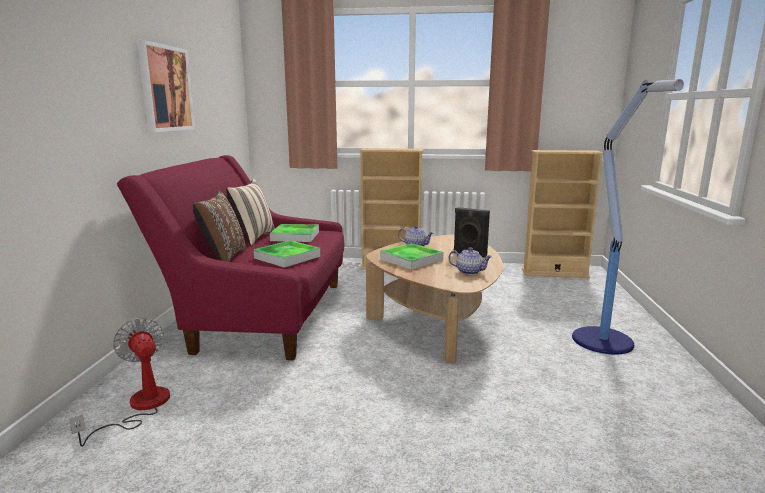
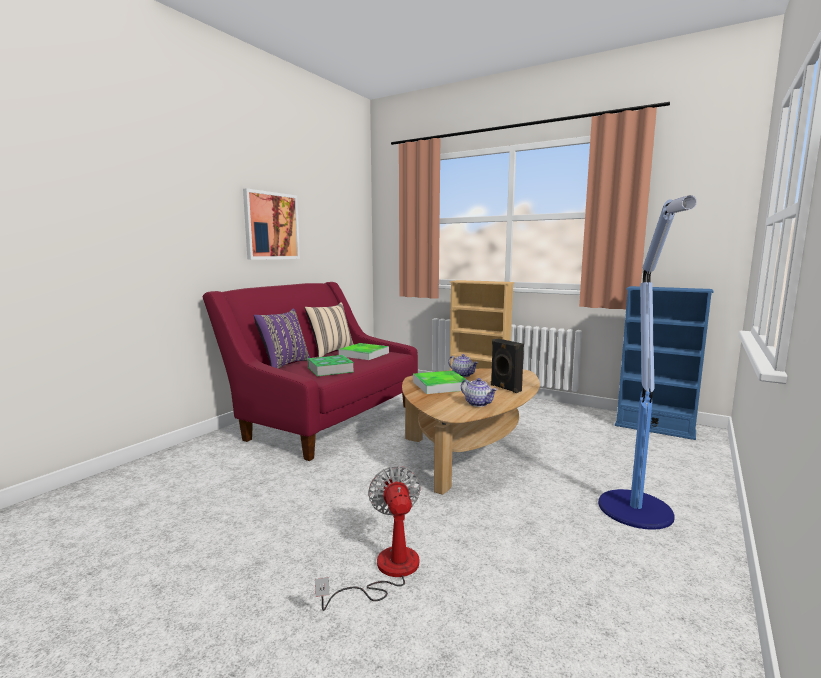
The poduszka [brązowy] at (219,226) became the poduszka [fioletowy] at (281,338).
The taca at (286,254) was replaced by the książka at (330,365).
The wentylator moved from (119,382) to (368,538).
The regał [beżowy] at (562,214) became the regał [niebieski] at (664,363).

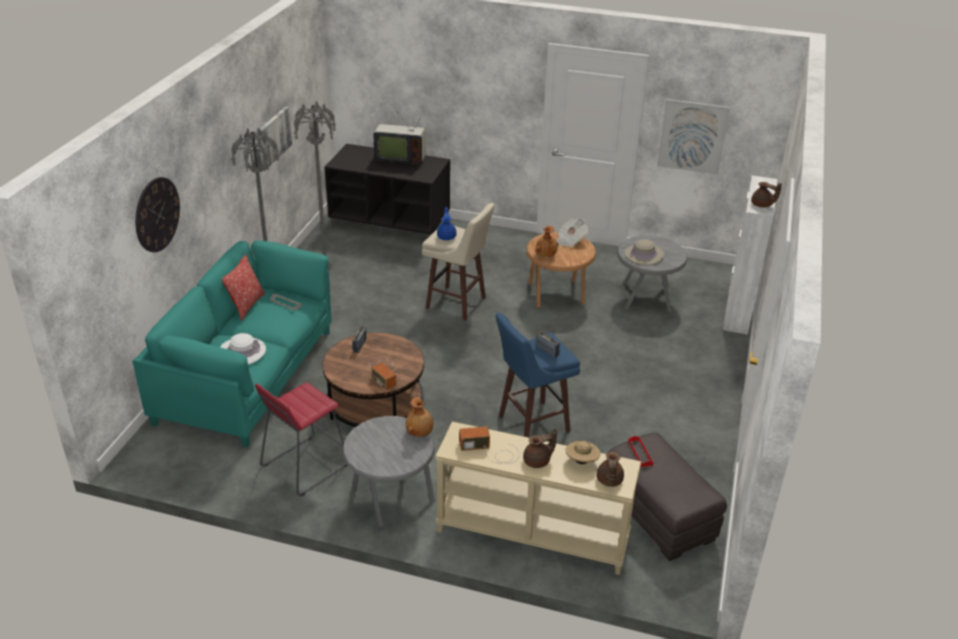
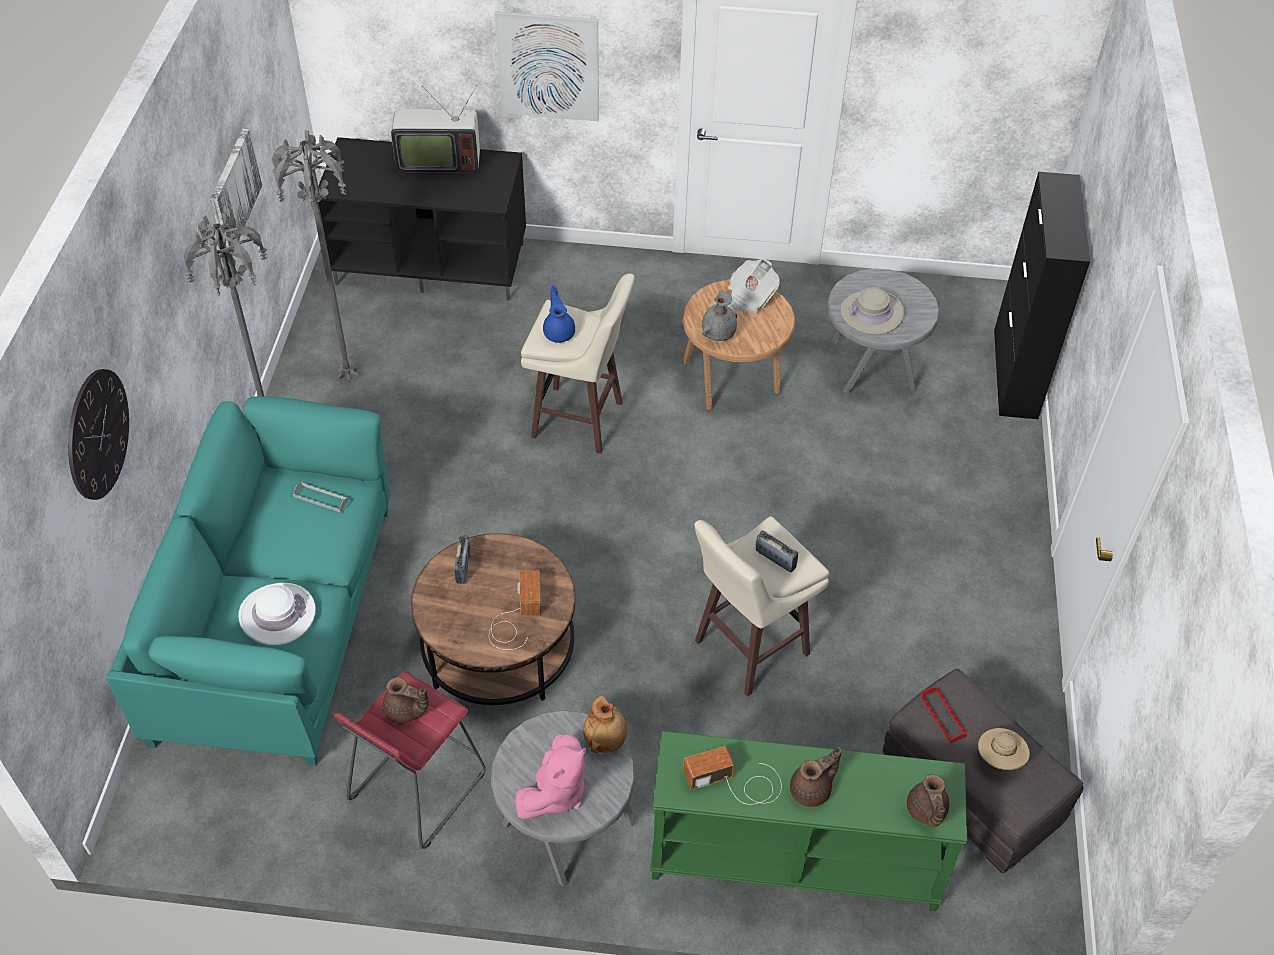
The imbryk [brązowy] moved from (766,195) to (406,700).
The radio at (382,374) turned 135 degrees counterclockwise.
The obraz moved from (693,137) to (547,66).
The pluszak [różowy] at (550,776) appeared.
The stolik konsolowy [beżowy] at (538,498) became the stolik konsolowy [zielony] at (808,821).
The stołek [niebieski] at (538,375) became the stołek [beżowy] at (761,606).
The wazon [brązowy] at (547,241) became the wazon [szary] at (719,316).
The kapelusz [beżowy] moved from (583,452) to (1004,749).
The szafka [biały] at (750,255) became the szafka [czarny] at (1042,295).
The poduszka at (243,287) disappeared.

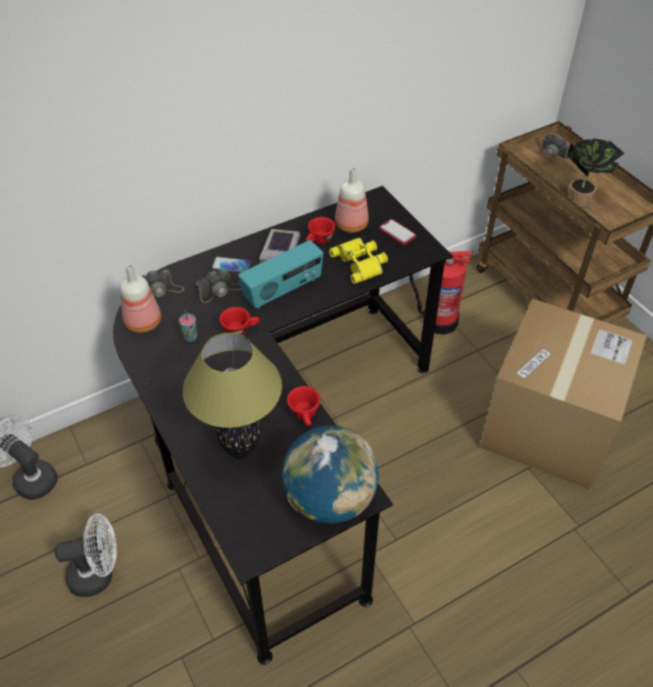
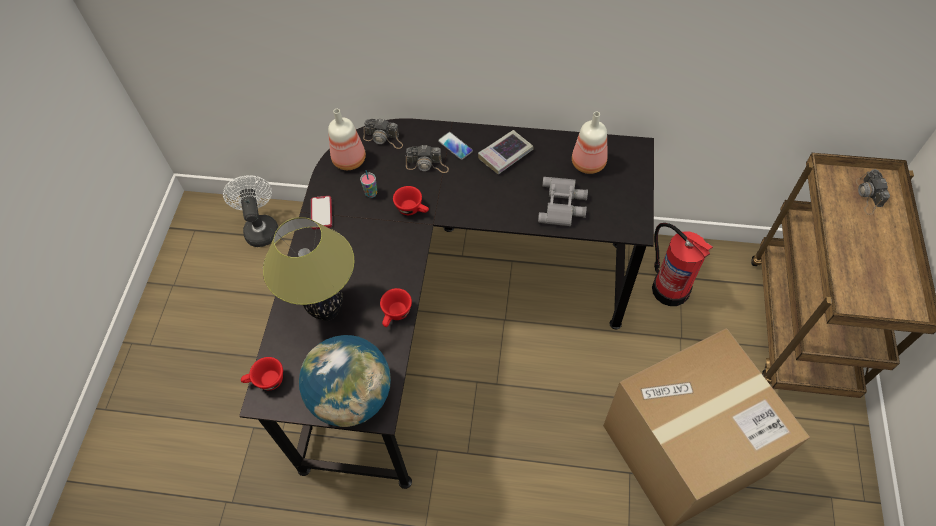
The filiżanka [czerwony] moved from (320,230) to (262,373).
The telefon moved from (397,232) to (321,212).
The lornetka [żółty] at (358,260) became the lornetka [szary] at (563,201).
The wentylator [biały] at (86,555) disappeared.
The radio at (280,274) disappeared.
The roślina doniczkowa at (596,172) disappeared.

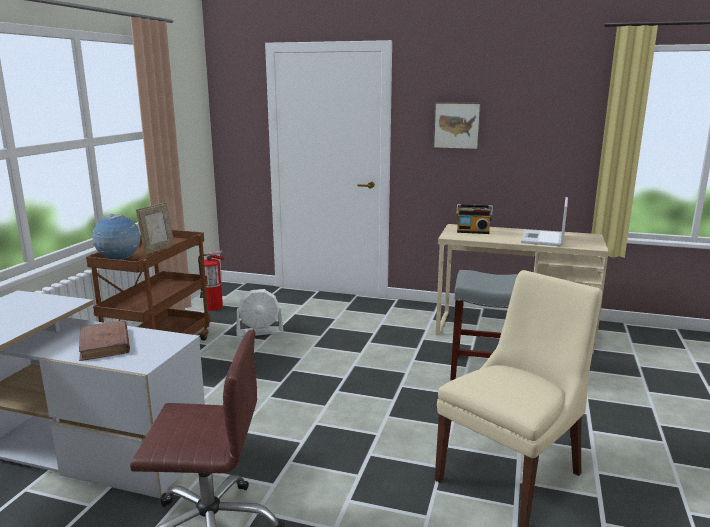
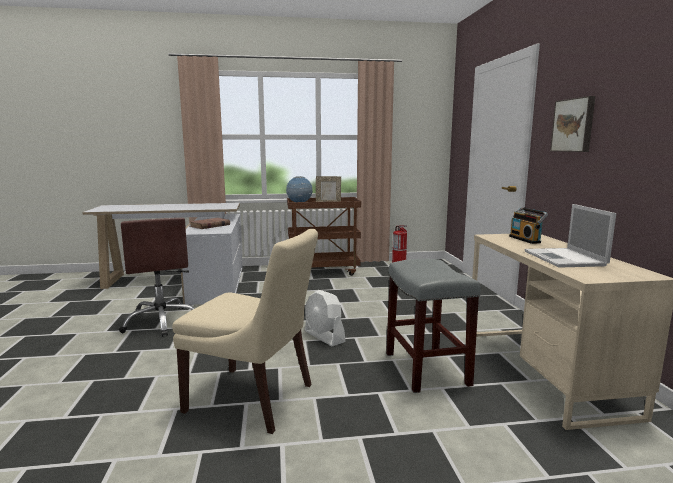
The wentylator [biały] moved from (260,313) to (325,318).
The laptop at (544,221) turned 90 degrees counterclockwise.

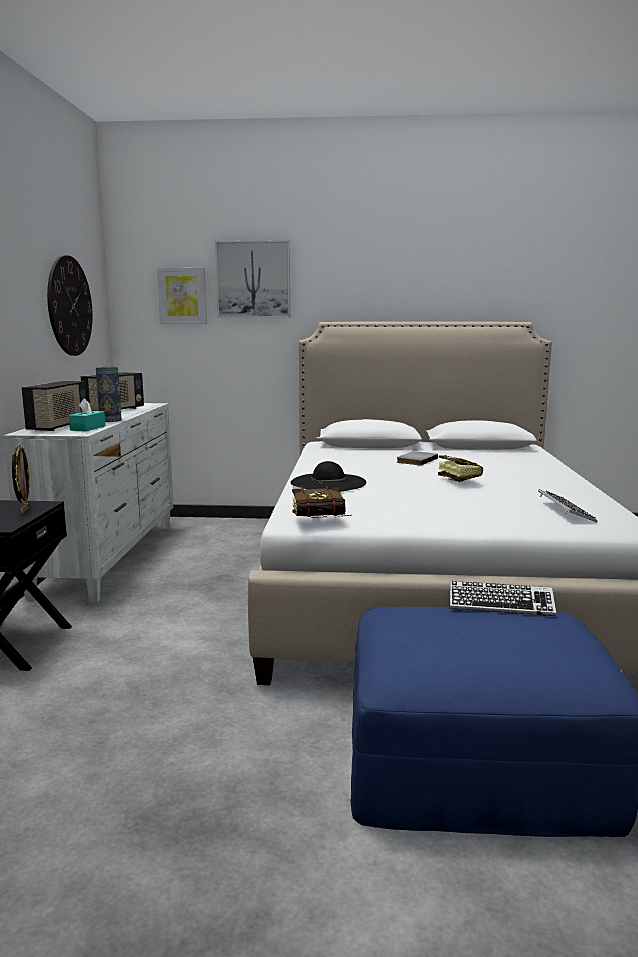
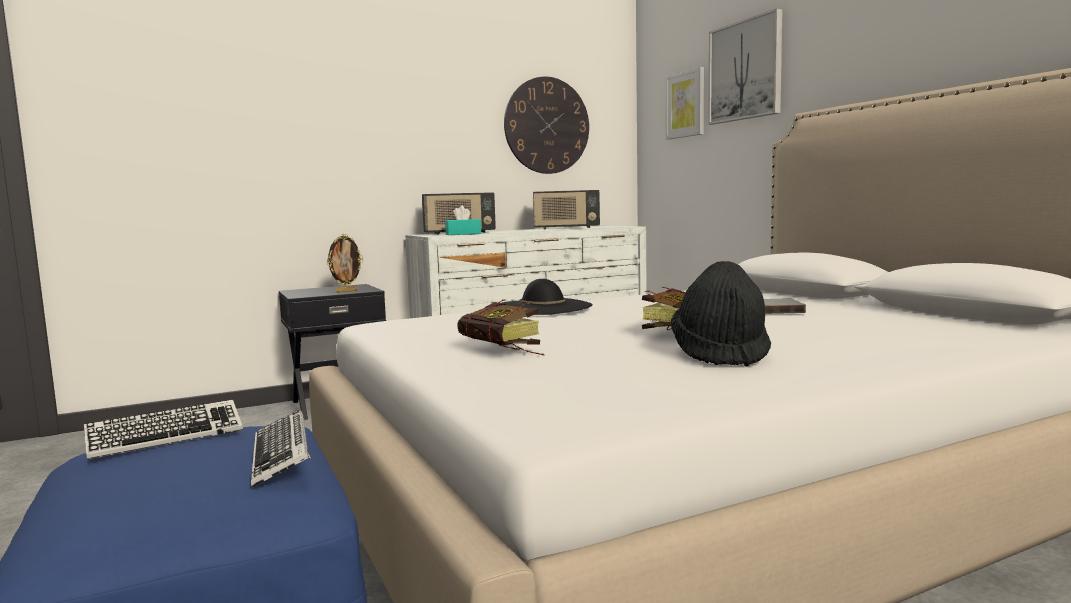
The klawiatura moved from (567,506) to (163,429).
The książka moved from (322,501) to (501,327).
The kapelusz [czarny] at (721,313) appeared.
The wazon at (108,394) disappeared.

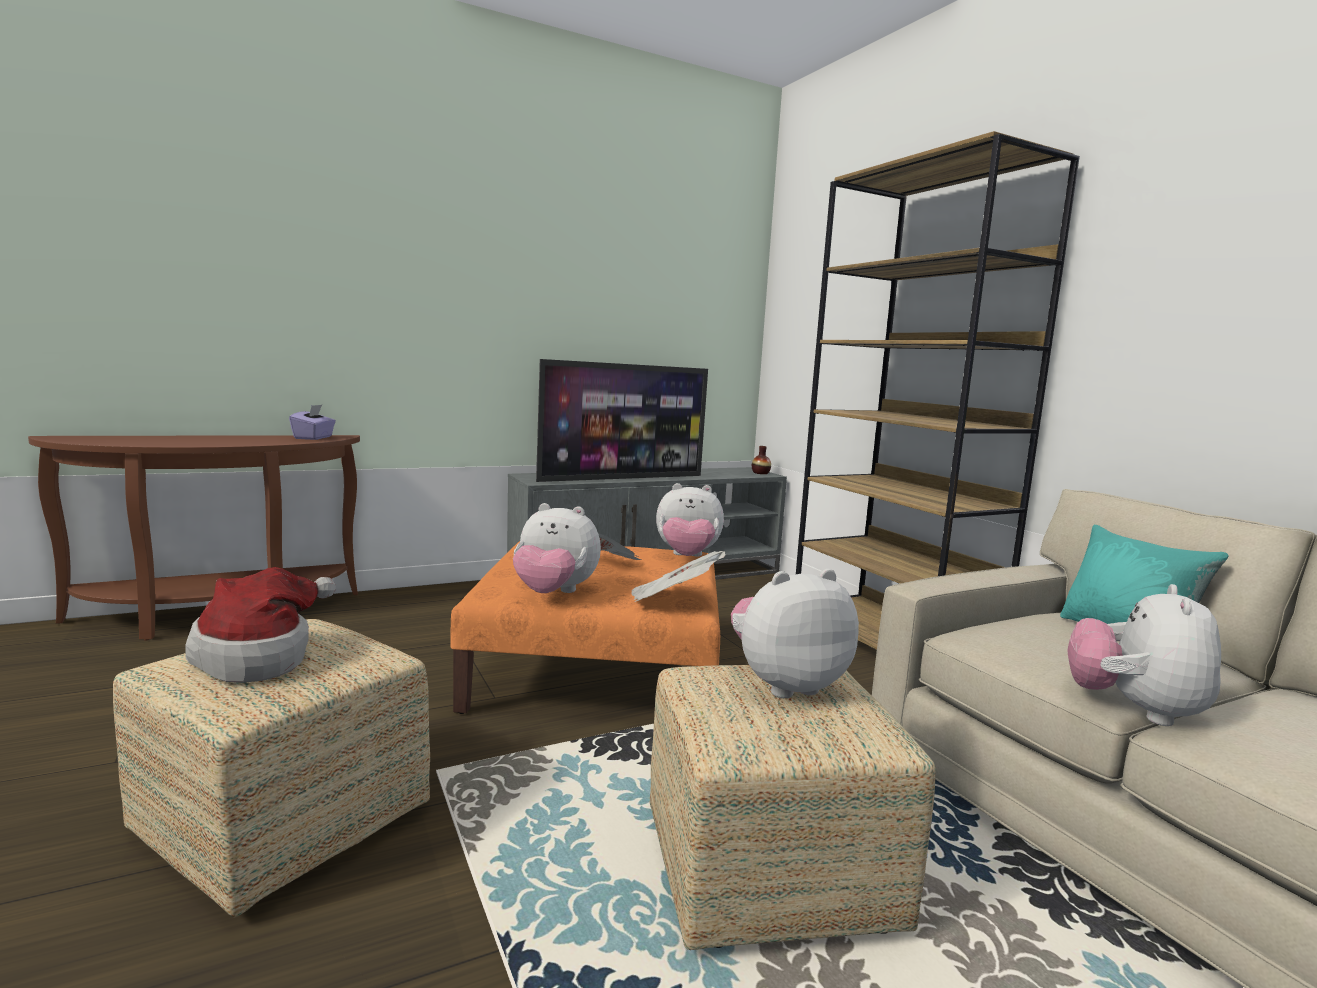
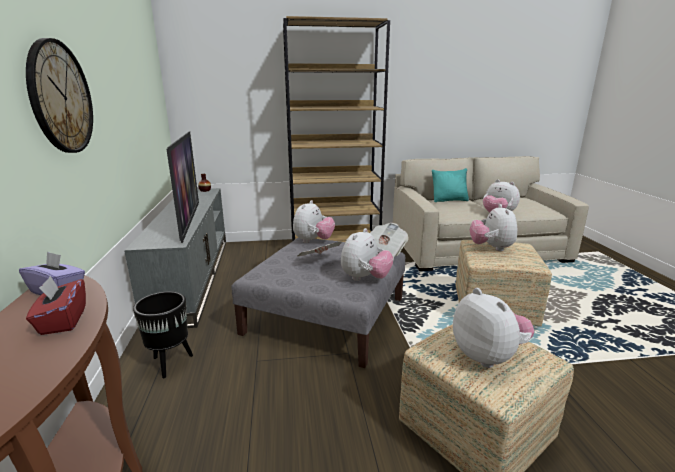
The zegar ścienny at (59,95) appeared.
The pudełko chusteczek [czerwony] at (56,305) appeared.
The donica [czarny] at (163,334) appeared.
The pufa [pomarańczowy] at (585,627) became the pufa [szary] at (318,302).
The kapelusz at (260,625) was replaced by the pluszak at (493,328).

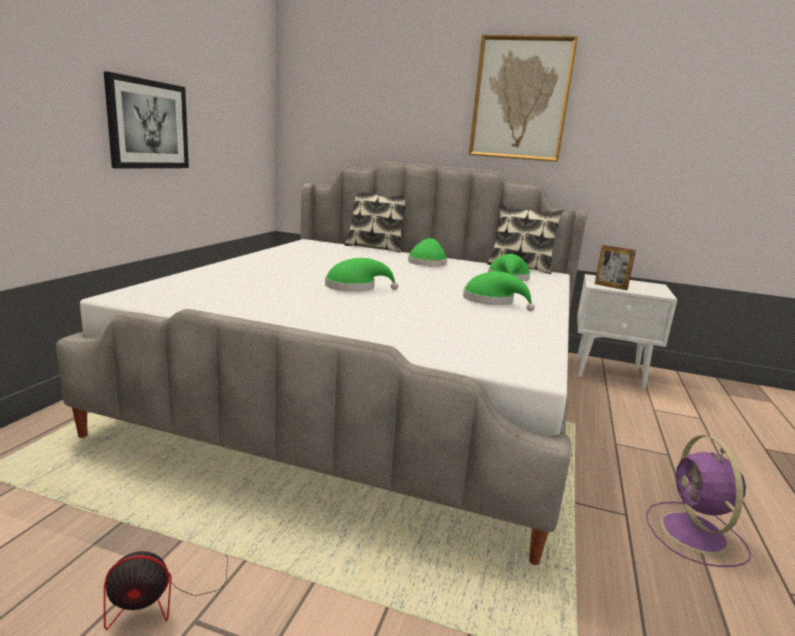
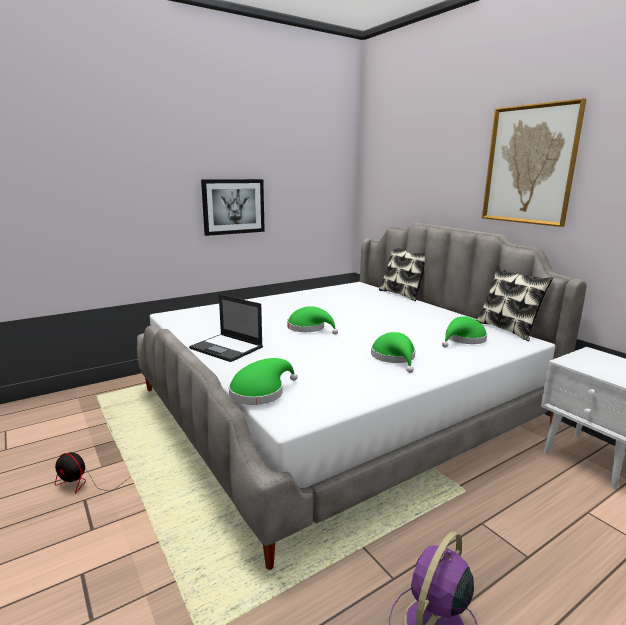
The laptop at (226,328) appeared.
The kapelusz [zielony] moved from (427,252) to (263,381).
The ramka na zdjęcie at (615,267) disappeared.

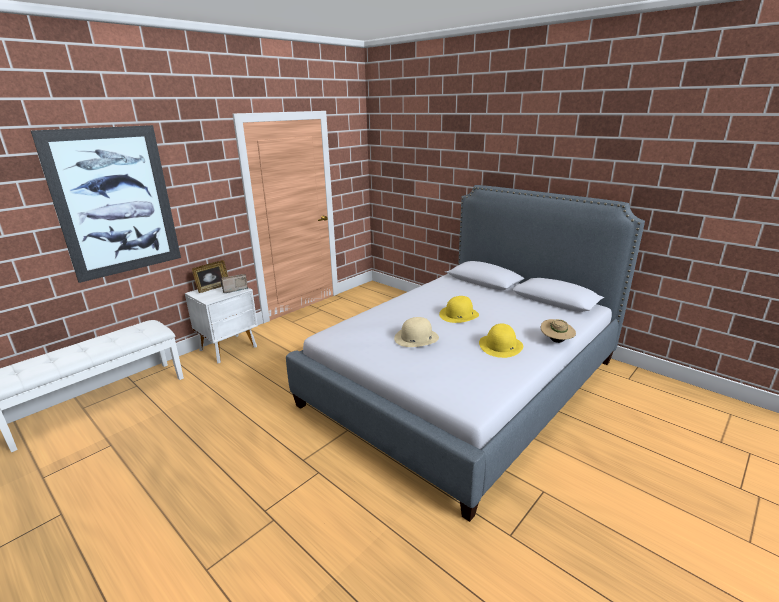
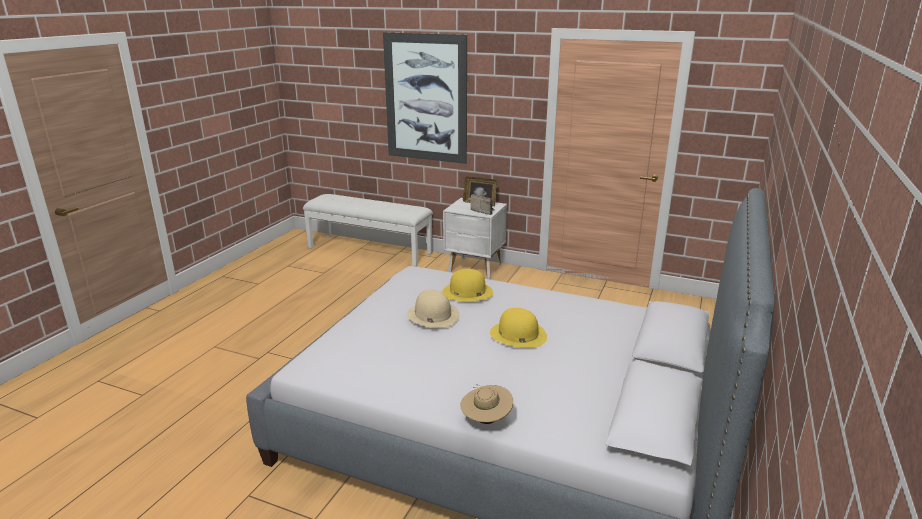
The kapelusz [żółty] moved from (501,340) to (467,285).

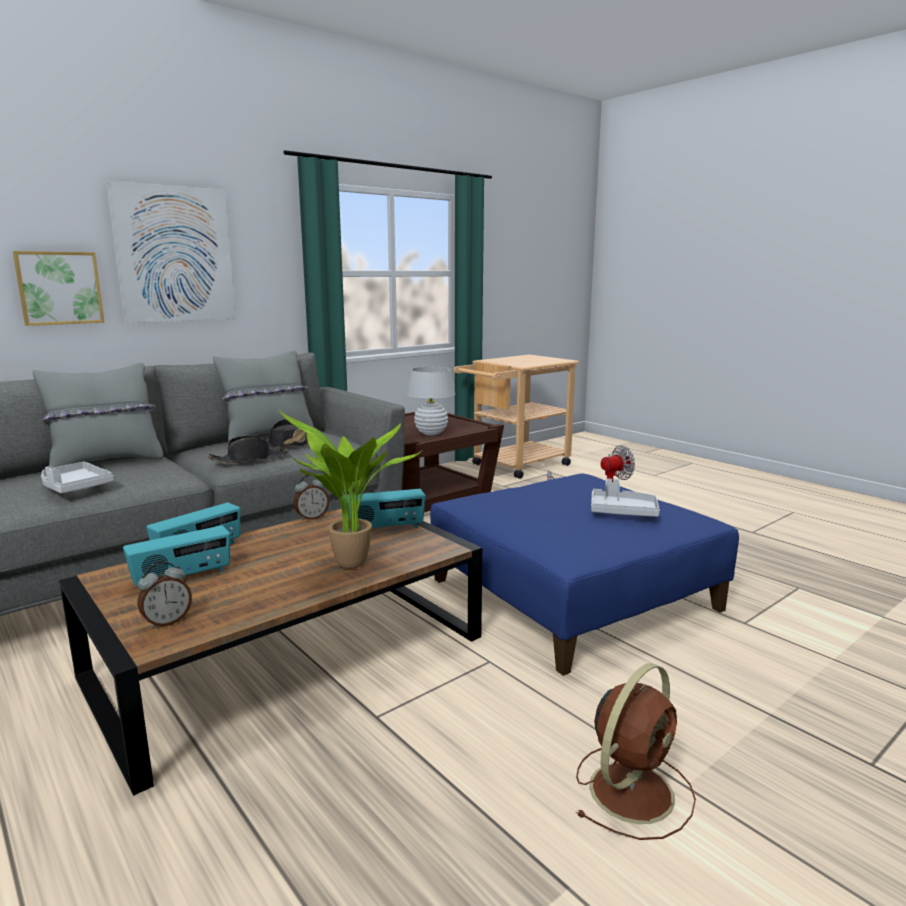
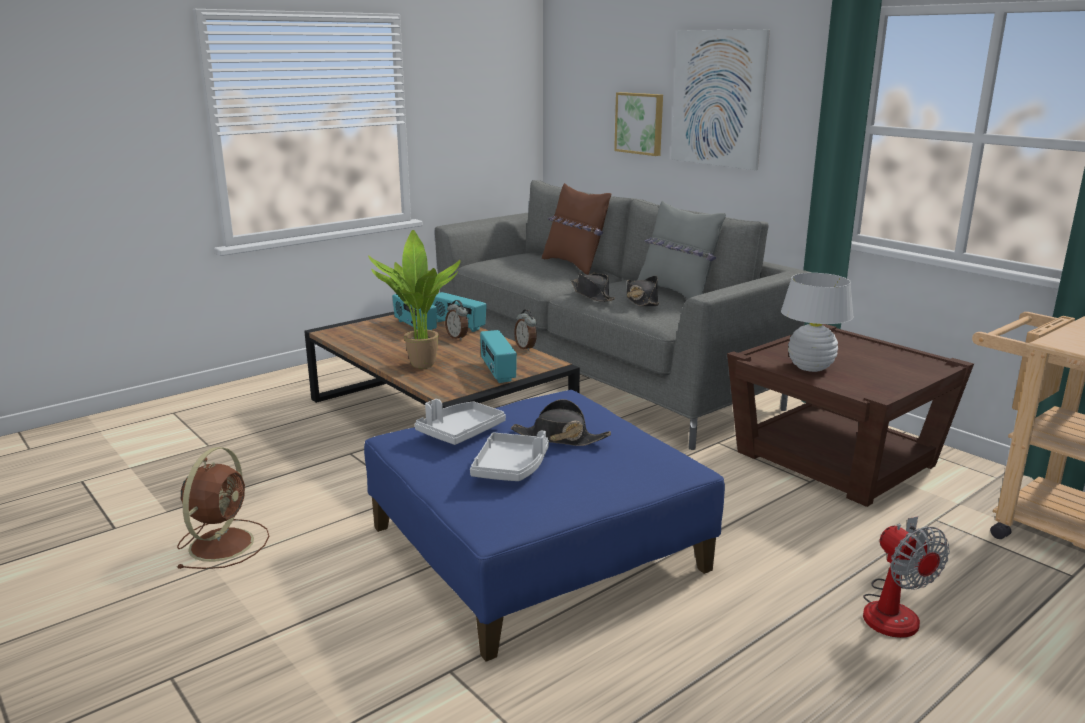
The wentylator [brązowy] at (636,751) turned 120 degrees counterclockwise.
The taca [szary] moved from (77,477) to (460,422).
The budzik moved from (165,595) to (456,320).
The kapelusz [czarny] at (561,422) appeared.
The poduszka [szary] at (98,415) became the poduszka [brązowy] at (576,229).

